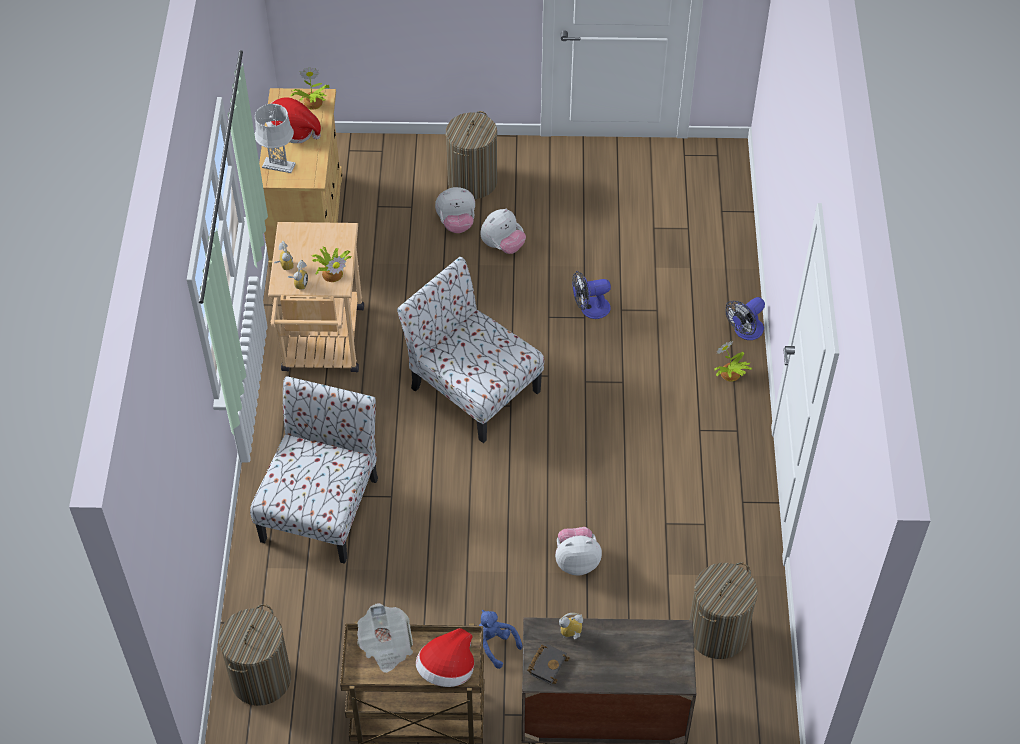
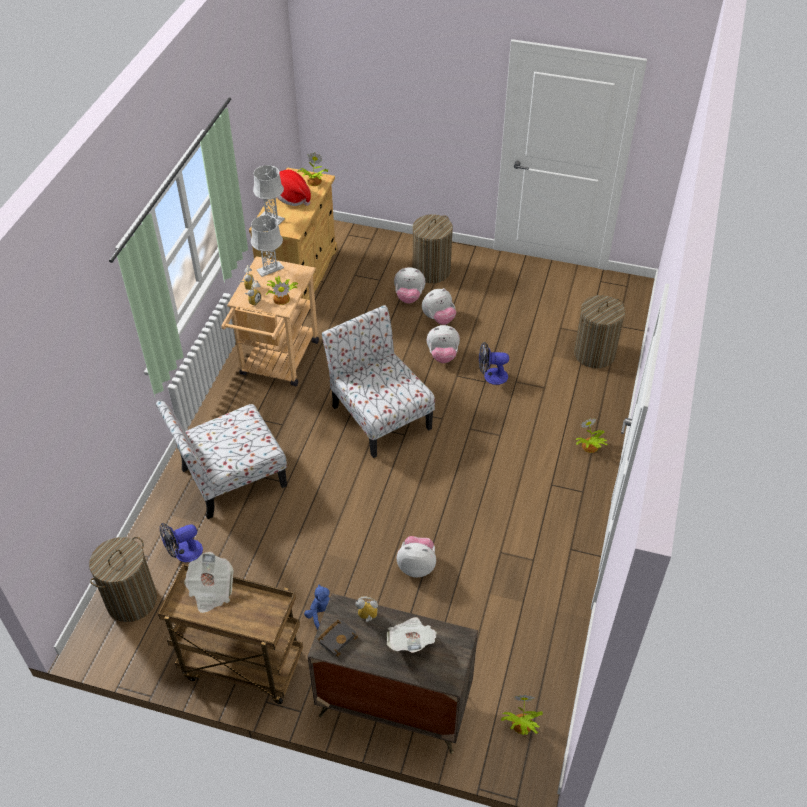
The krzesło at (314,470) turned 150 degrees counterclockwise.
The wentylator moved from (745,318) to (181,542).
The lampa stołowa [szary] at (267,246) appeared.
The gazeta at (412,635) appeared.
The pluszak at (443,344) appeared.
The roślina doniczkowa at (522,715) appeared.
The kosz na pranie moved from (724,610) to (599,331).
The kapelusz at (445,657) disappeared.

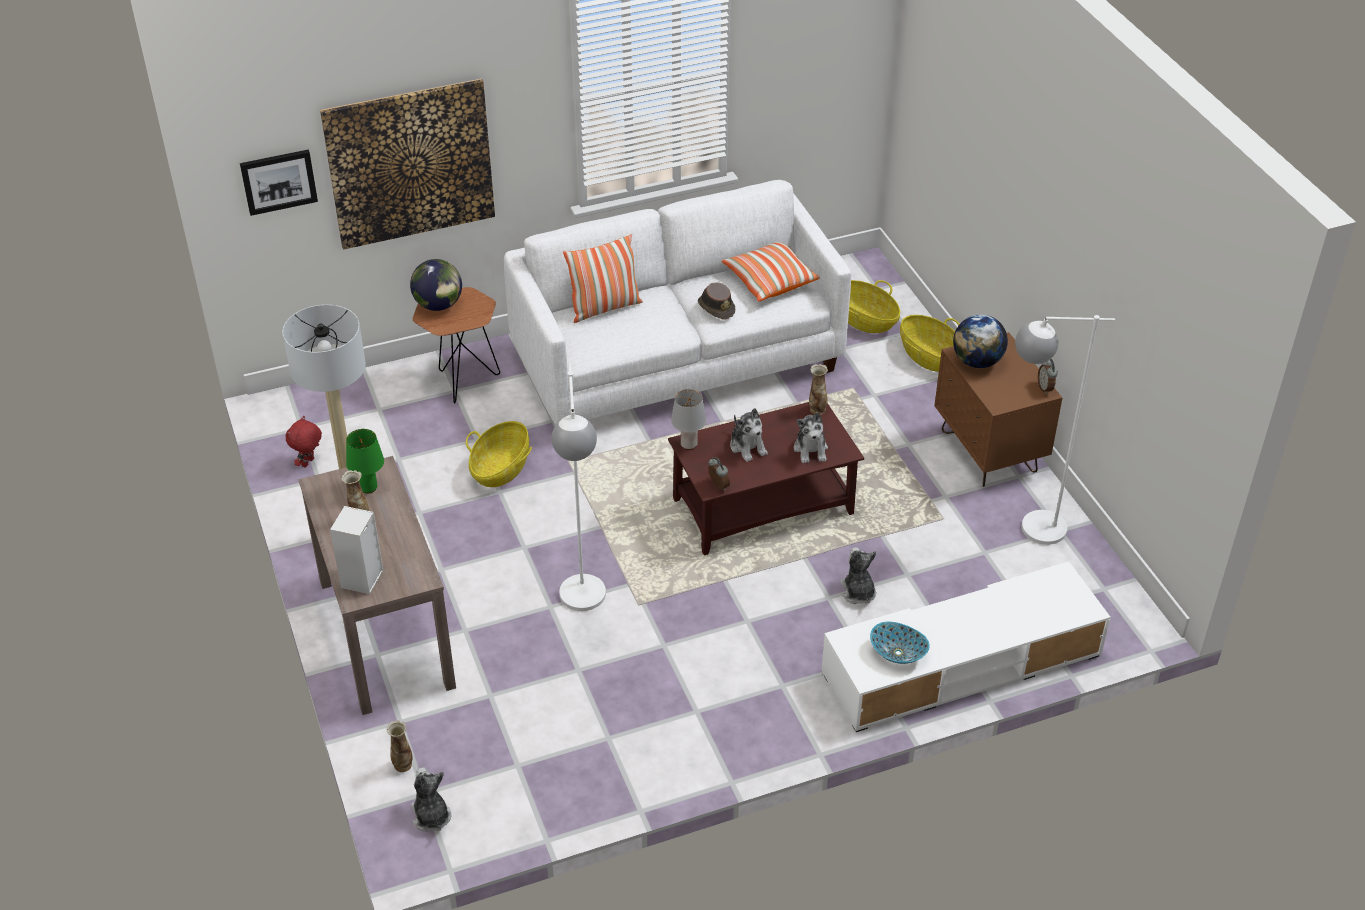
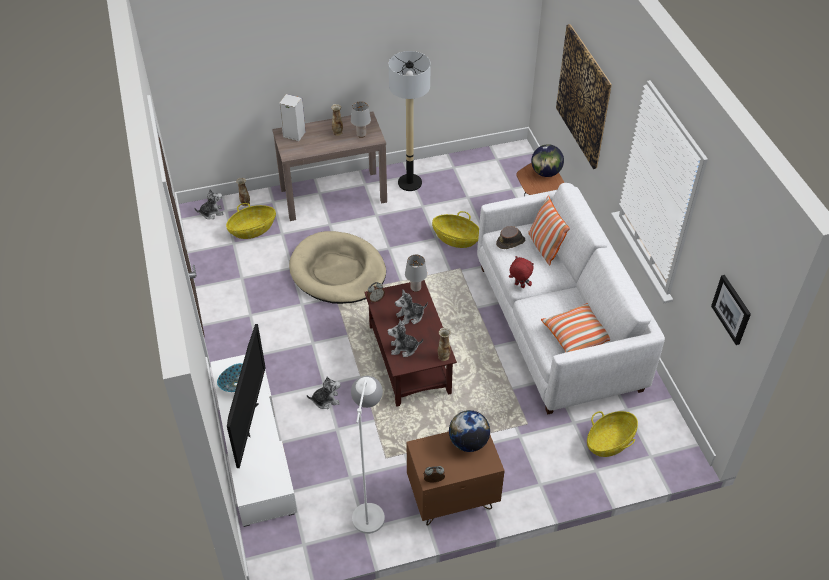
The koszyk moved from (929,343) to (251,221).
The telewizor at (246,396) appeared.
The lampa stojąca [biały] at (578,486) was replaced by the legowisko [beżowy] at (337,267).
The lampa stołowa [zielony] at (365,461) became the lampa stołowa [szary] at (361,119).
The kapelusz [brązowy] moved from (716,301) to (510,237).
The pluszak [czerwony] moved from (304,442) to (521,272).
The obraz moved from (279,183) to (731,310).

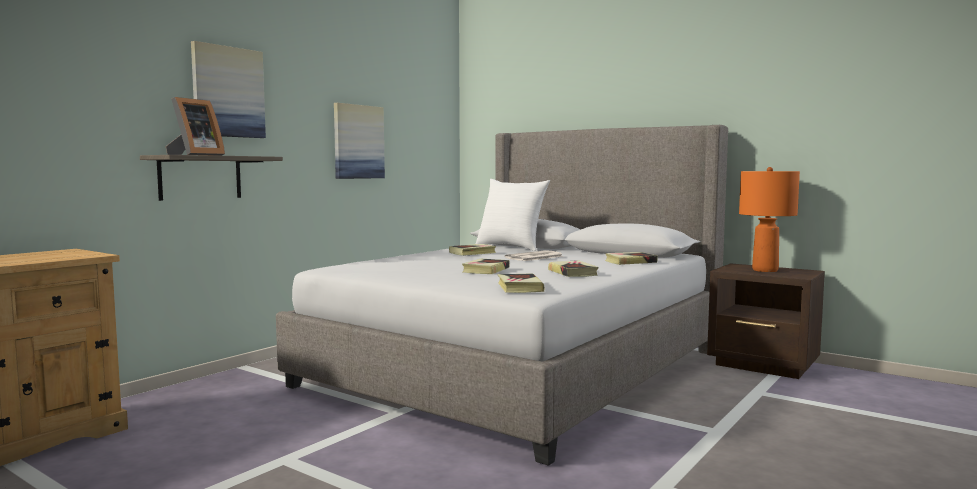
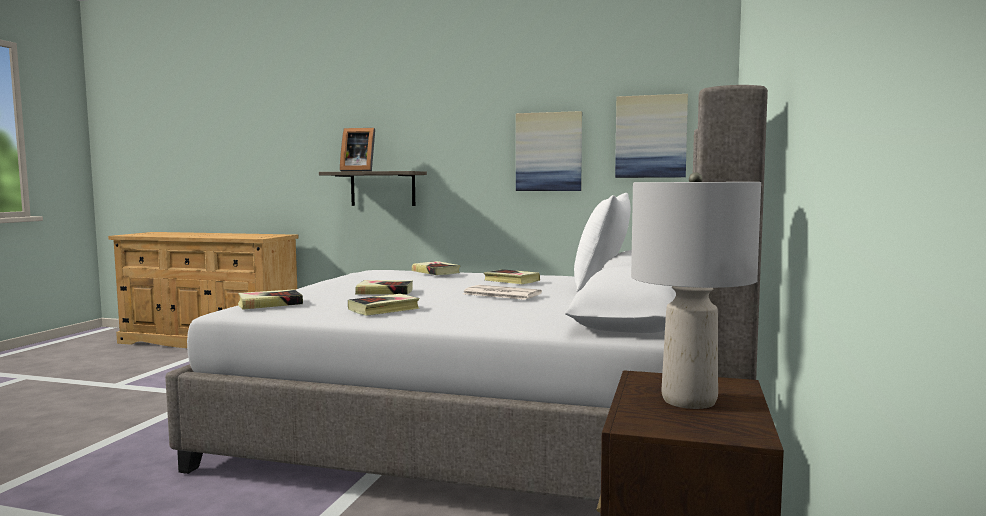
The książka moved from (631,258) to (436,268).
The obraz moved from (228,89) to (651,136).
The lampa stołowa [pomarańczowy] at (769,219) became the lampa stołowa [szary] at (696,290).

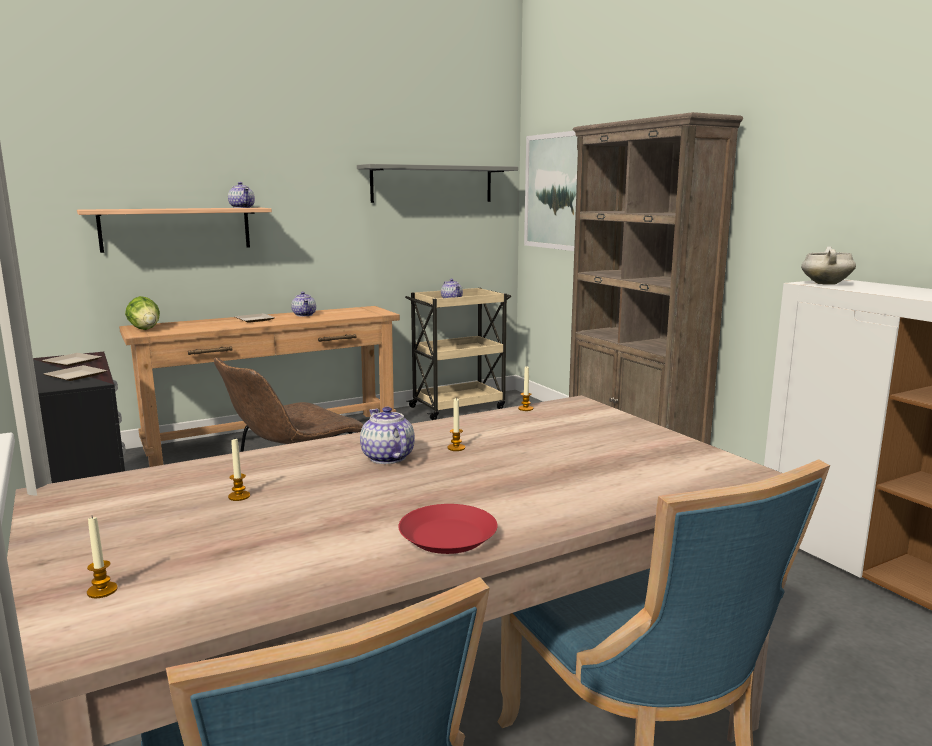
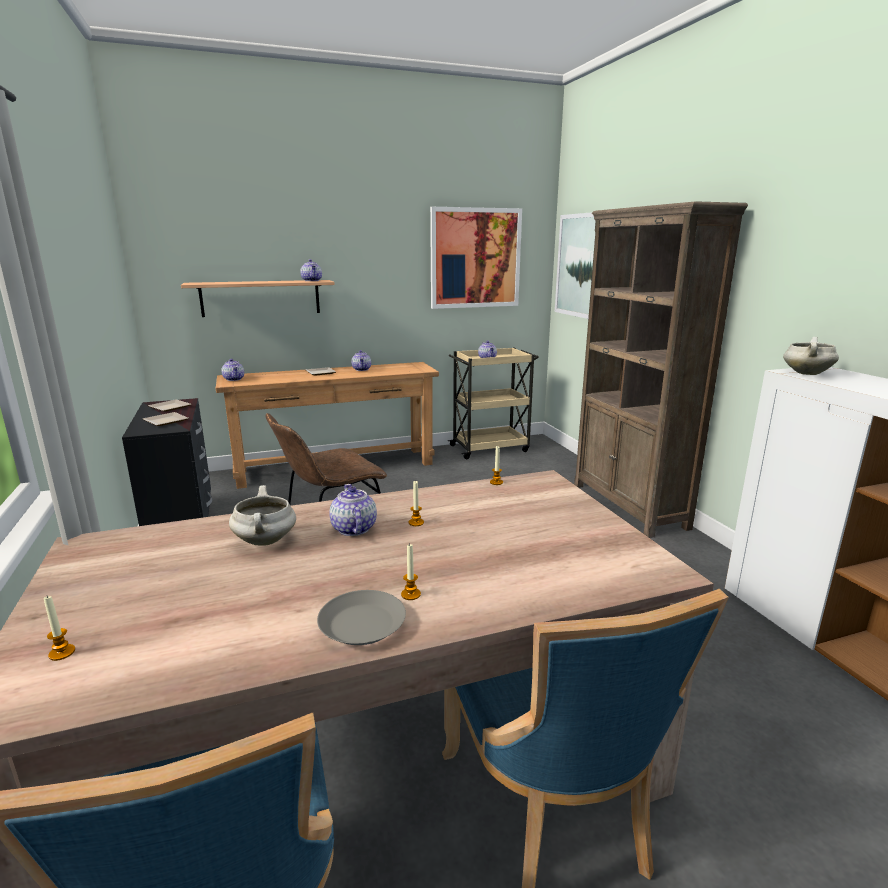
The sałata at (142,313) was replaced by the imbryk at (232,370).
The garnek [biały] at (262,515) appeared.
The talerz [czerwony] at (448,529) became the talerz [szary] at (361,617).
The świeca moved from (239,469) to (411,572).
The półka [szary] at (437,183) was replaced by the obraz at (476,258).

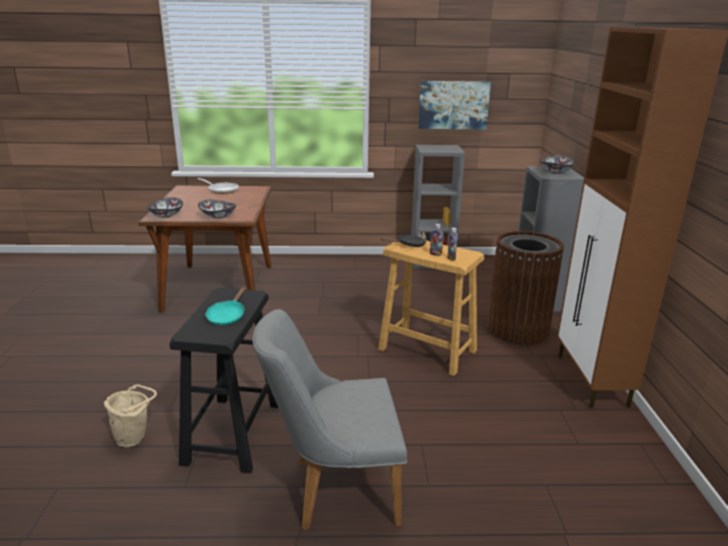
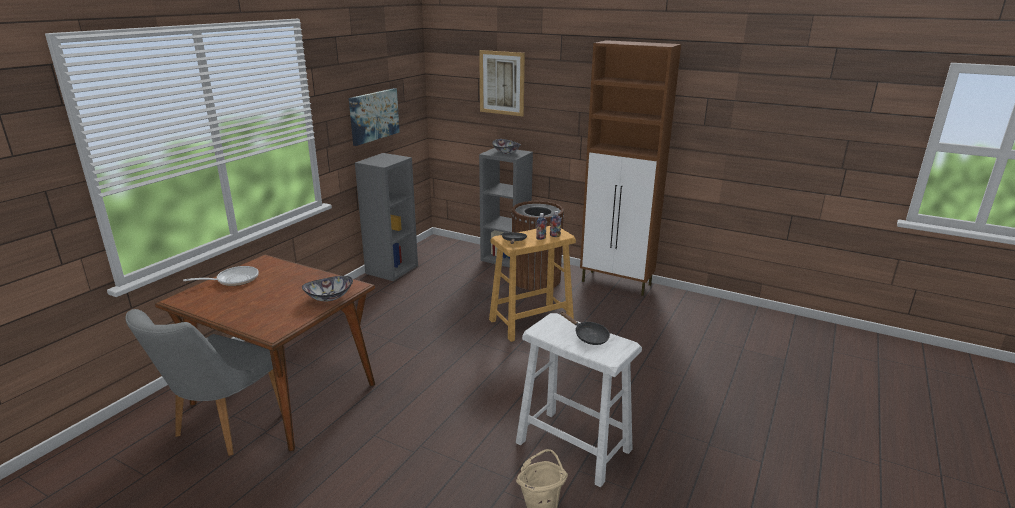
The krzesło [szary] moved from (330,419) to (203,382).
The obraz at (502,83) appeared.
The stołek [czarny] at (223,380) became the stołek [biały] at (579,400).
The patelnia [turkusowy] at (226,305) became the patelnia [czarny] at (585,328).
The miska at (164,207) disappeared.

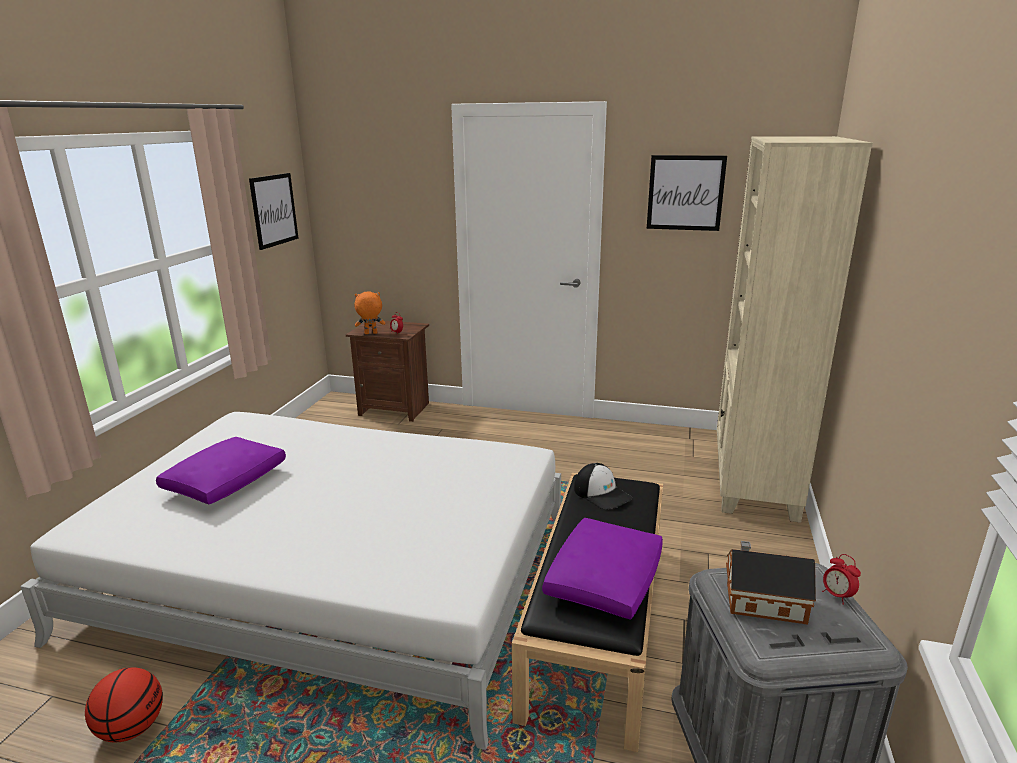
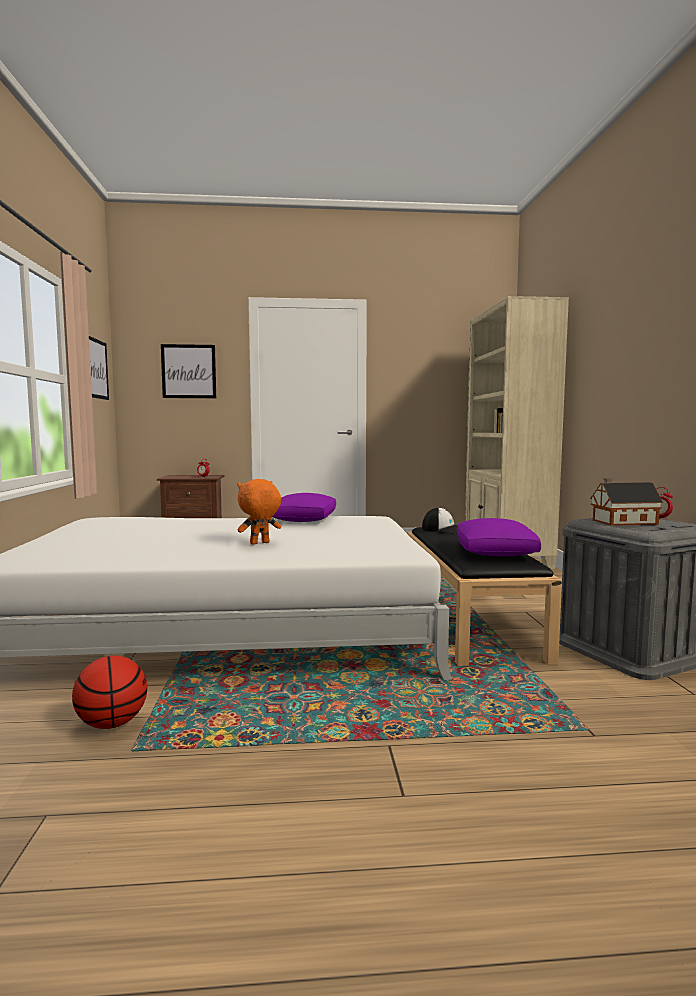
The obraz moved from (687,193) to (188,371).
The pluszak [pomarańczowy] moved from (369,312) to (259,511).
The poduszka [fioletowy] moved from (221,470) to (304,507).

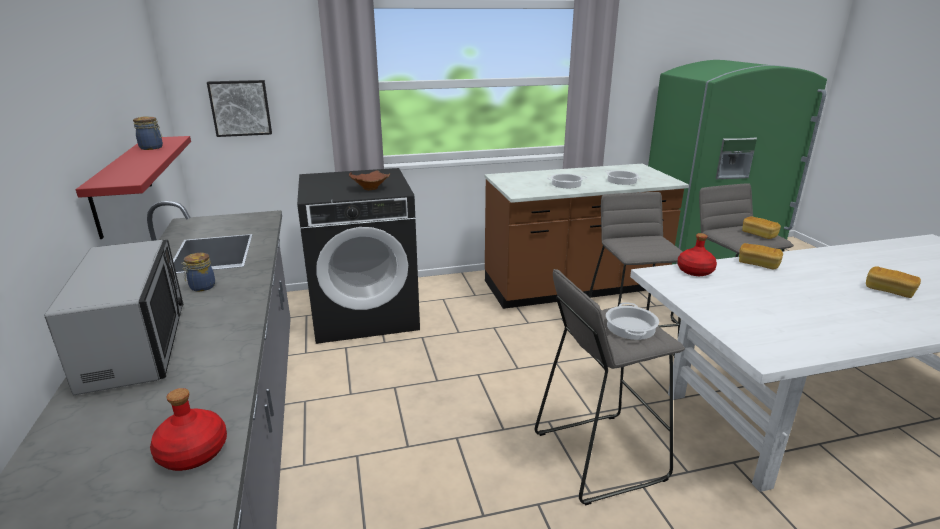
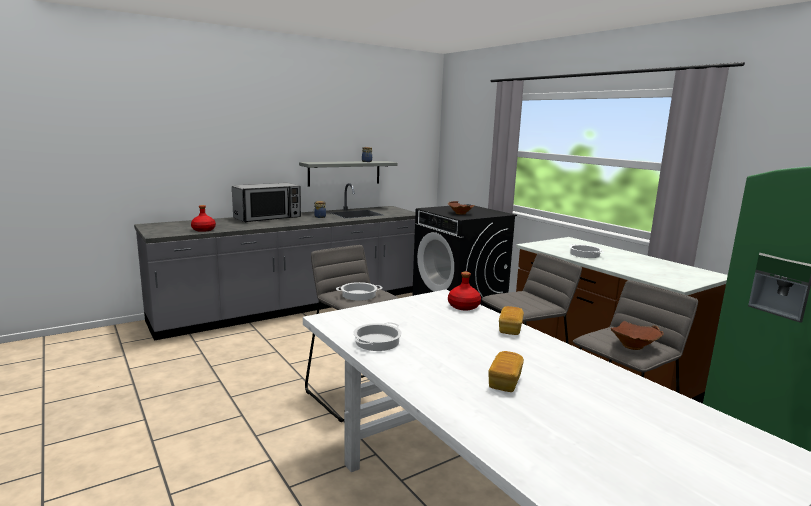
The półka [czerwony] at (133,187) became the półka [szary] at (348,174).
The garnek moved from (623,177) to (377,336).
The chleb at (761,227) was replaced by the miska [brązowy] at (637,335).
The obraz at (239,108) disappeared.

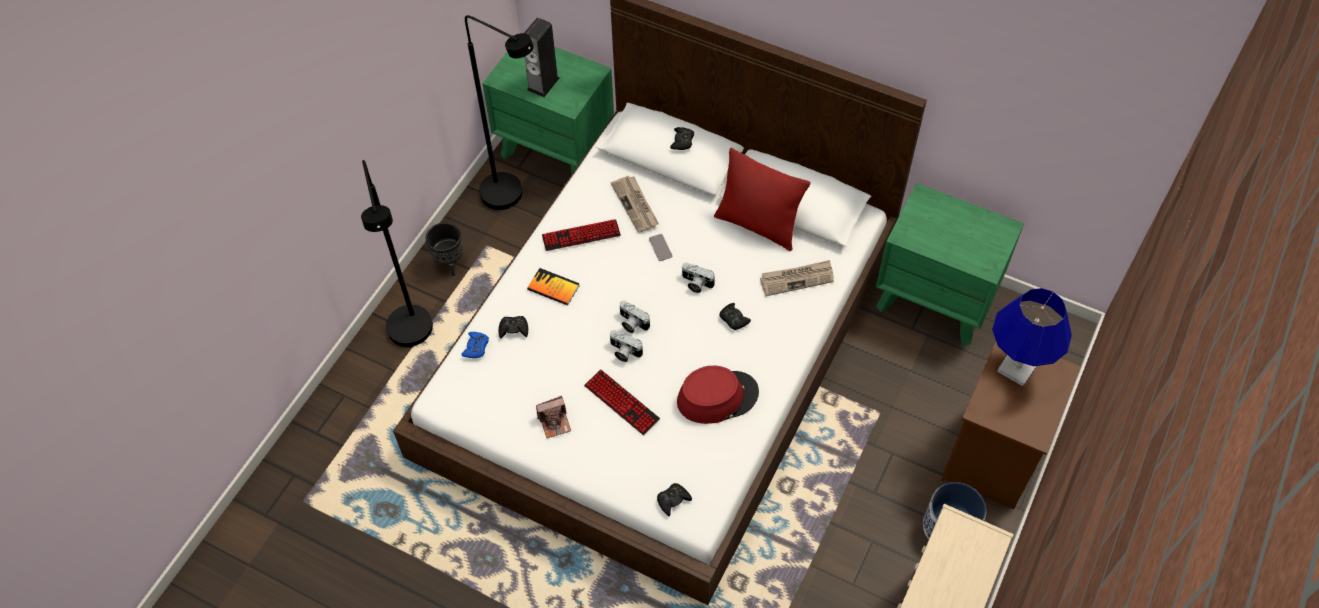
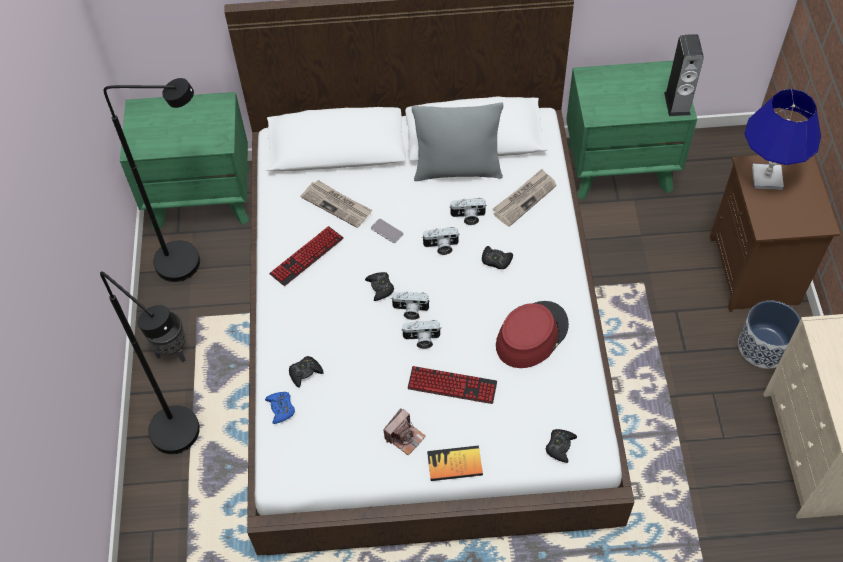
The pad do gier [czarny] moved from (682,138) to (379,286).
The poduszka [czerwony] at (762,199) became the poduszka [szary] at (457,142).
The książka moved from (553,287) to (455,463).
The aparat fotograficzny at (467,211) appeared.
The głośnik moved from (542,57) to (684,75).

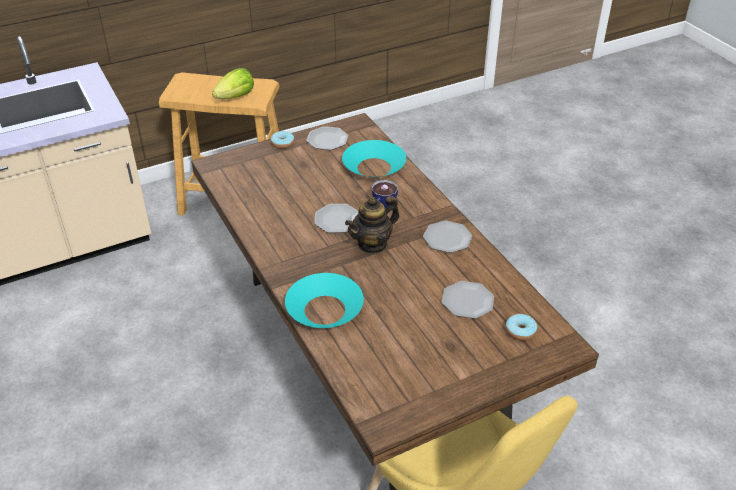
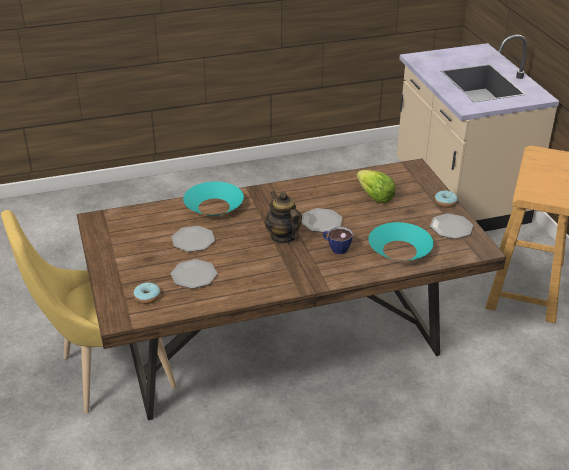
The talerz moved from (448,237) to (193,239).
The sałata moved from (233,83) to (376,186).

